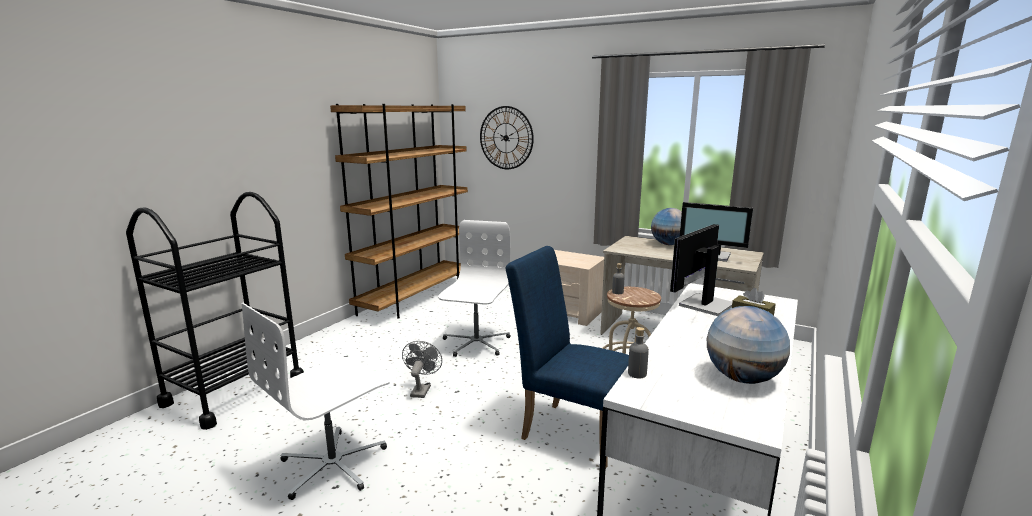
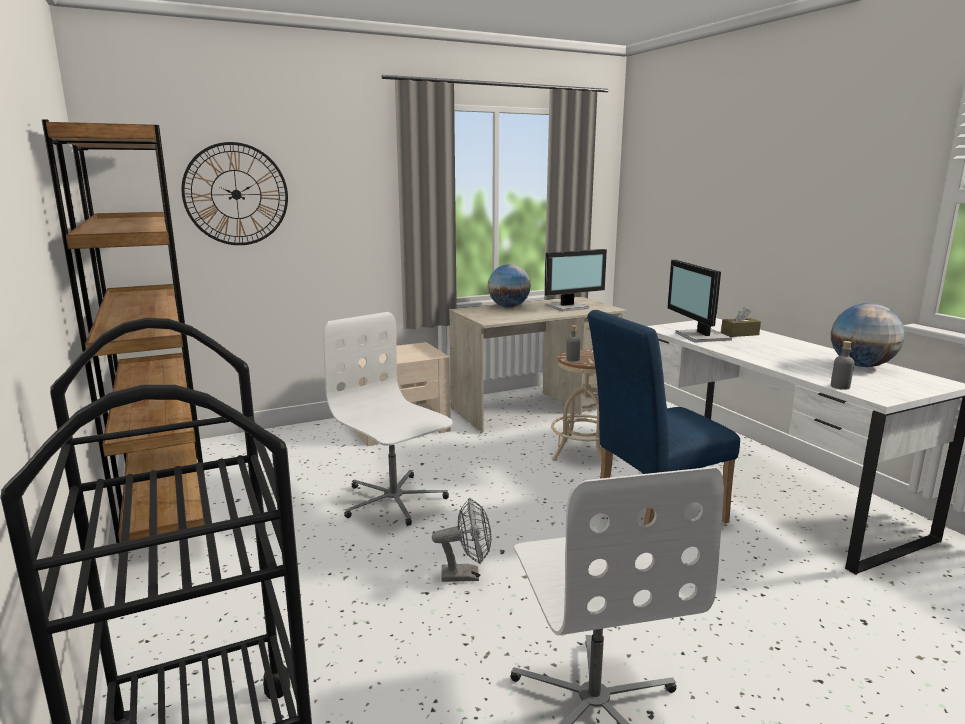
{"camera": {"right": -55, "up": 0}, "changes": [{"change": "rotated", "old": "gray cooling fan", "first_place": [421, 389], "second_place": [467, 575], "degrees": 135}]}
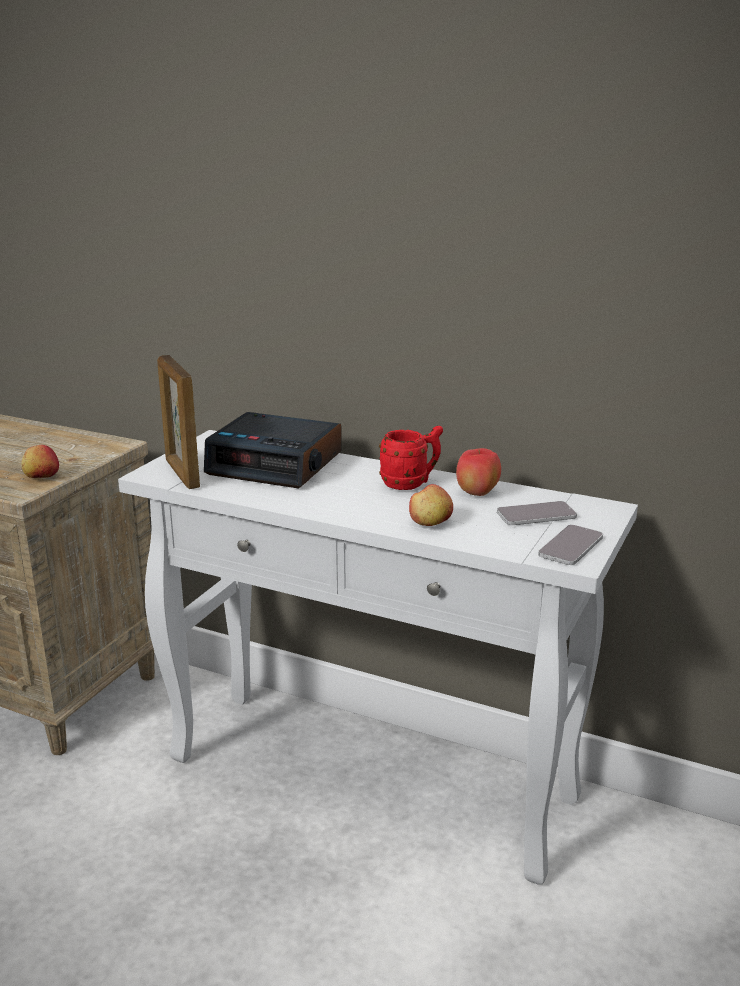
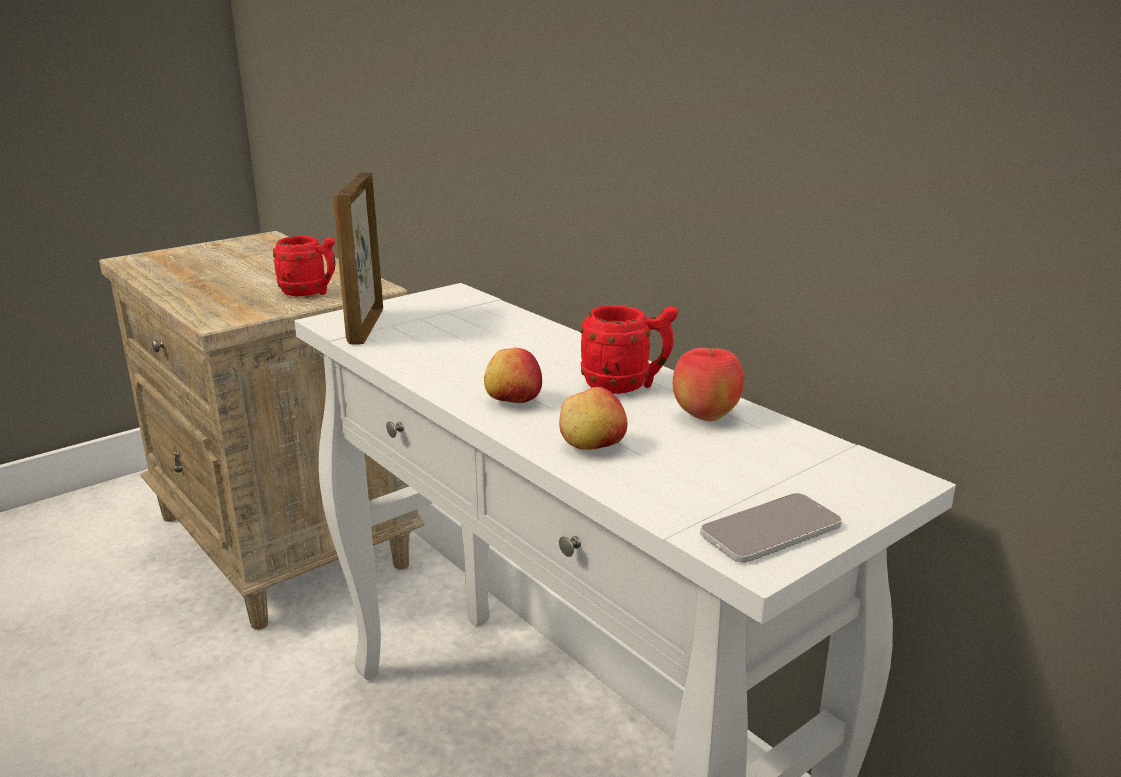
{"camera": {"right": 25, "up": 0}, "changes": [{"change": "gone", "old": "table clock", "first_place": [277, 463]}, {"change": "gone", "old": "phone", "first_place": [536, 515]}, {"change": "new", "new": "red-coloured mug", "second_place": [310, 293]}, {"change": "shifted", "old": "whole apple", "first_place": [41, 477], "second_place": [513, 400]}]}
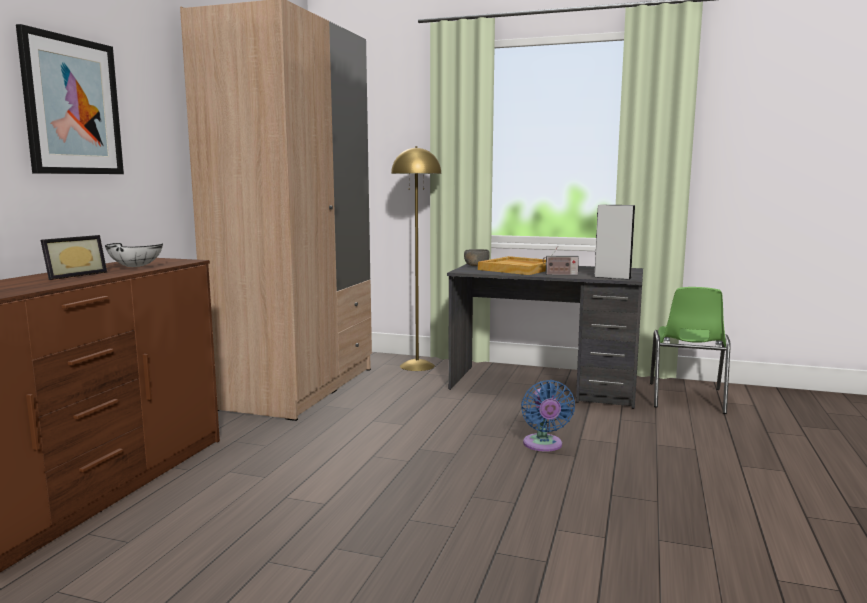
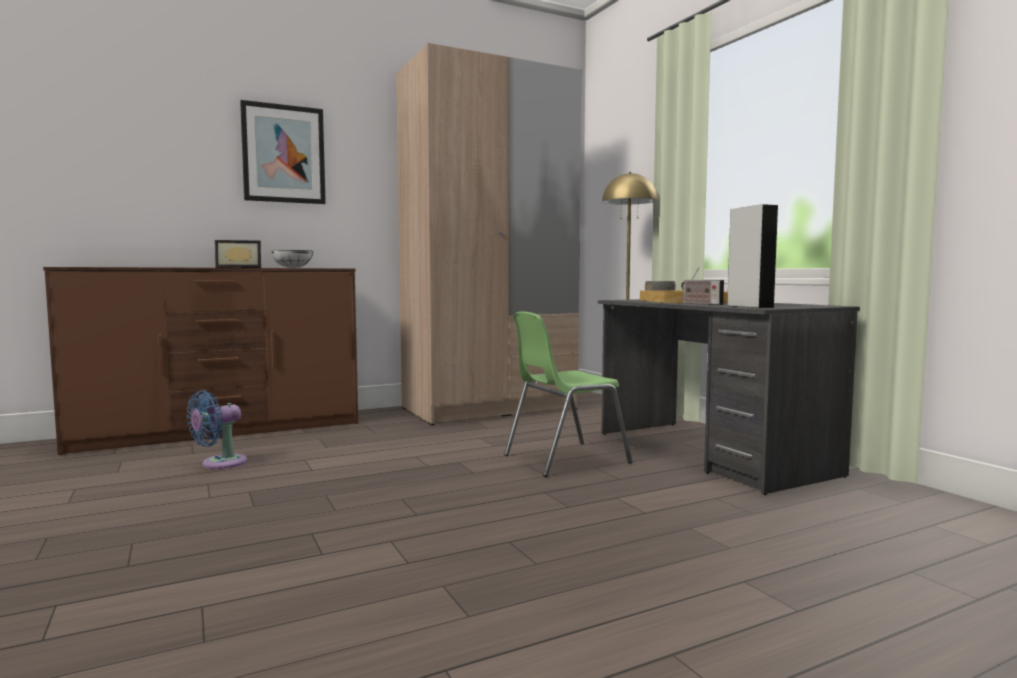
{"camera": {"right": 45, "up": -5}, "changes": [{"change": "shifted", "old": "bluish cooling fan", "first_place": [543, 445], "second_place": [219, 464]}, {"change": "shifted", "old": "green chair", "first_place": [686, 398], "second_place": [563, 459]}]}
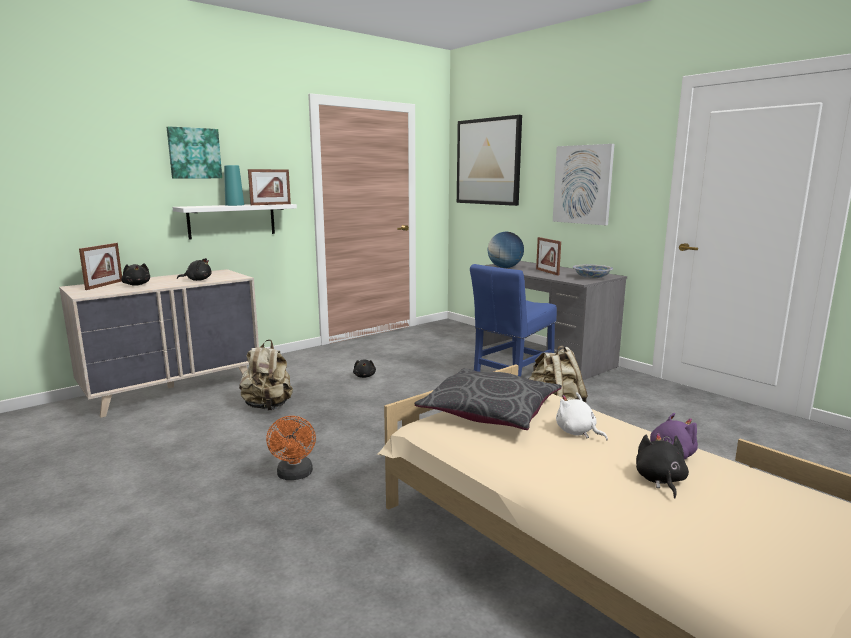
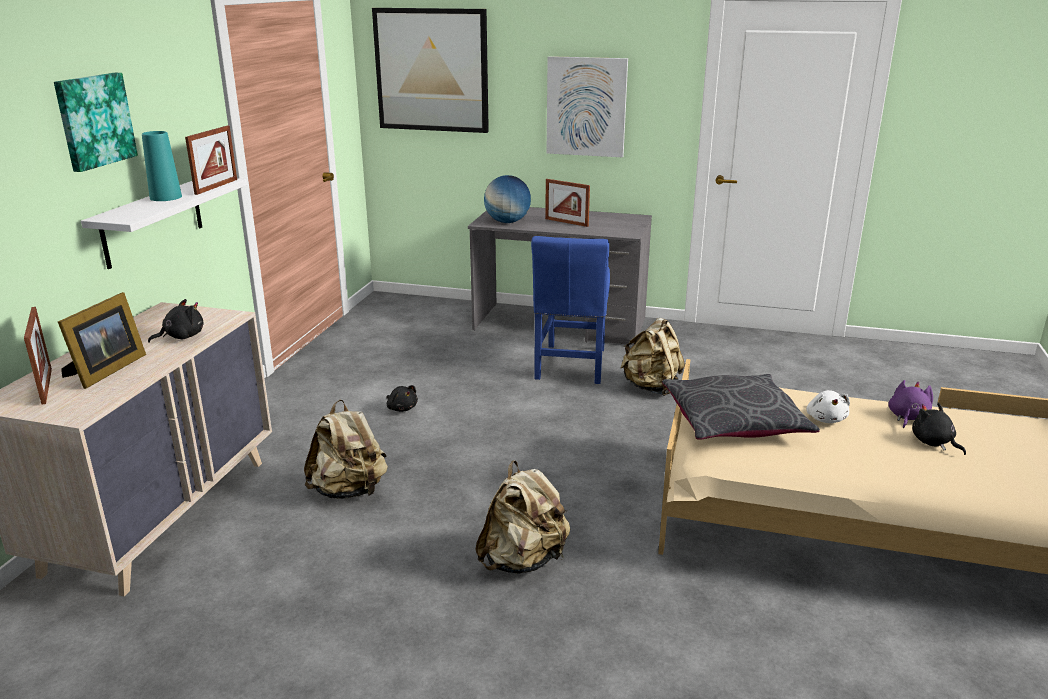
{"camera": {"right": -35, "up": 10}, "changes": [{"change": "gone", "old": "deep dish", "first_place": [591, 277]}, {"change": "swapped", "old": "black-coloured cuddly toy", "new": "picture frame", "first_place": [137, 285], "second_place": [105, 371]}, {"change": "swapped", "old": "orangey cooling fan", "new": "sand-coloured rucksack", "first_place": [295, 475], "second_place": [523, 560]}, {"change": "rotated", "old": "white-coloured cuddly toy", "first_place": [577, 432], "second_place": [826, 419], "degrees": -105}]}
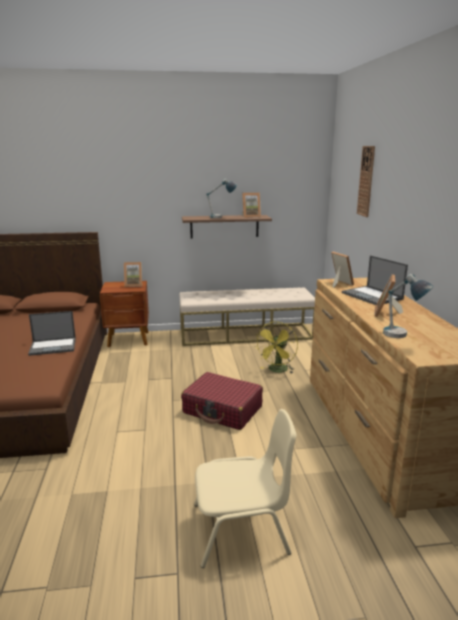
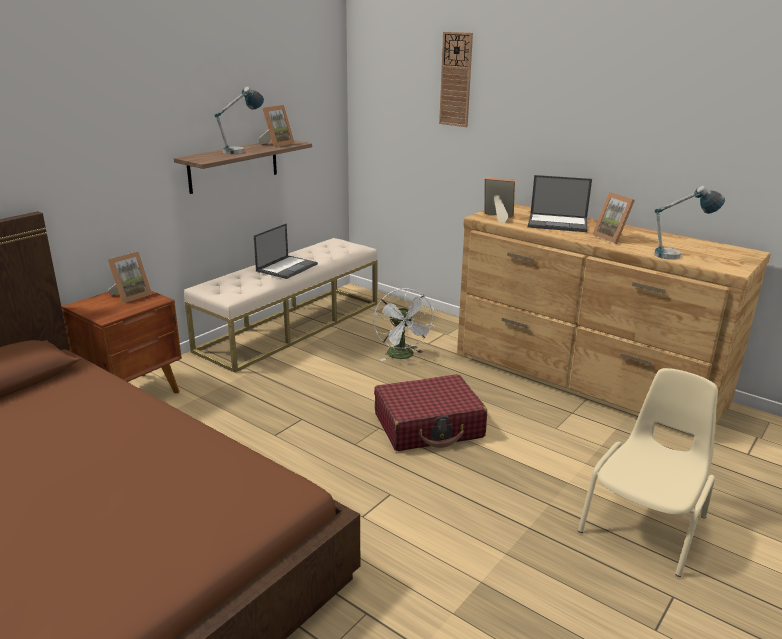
{"camera": {"right": -45, "up": 5}, "changes": [{"change": "shifted", "old": "notebook computer", "first_place": [53, 346], "second_place": [287, 267]}, {"change": "repainted", "old": "yellow cooling fan", "new": "white-coloured cooling fan", "first_place": [277, 370], "second_place": [403, 356]}]}
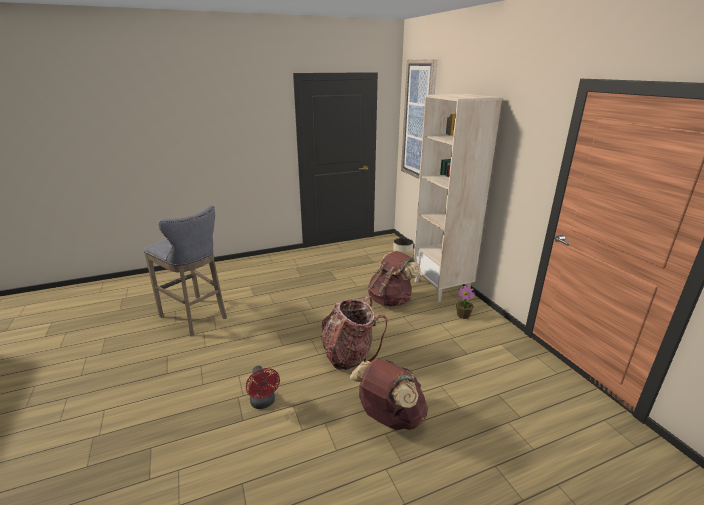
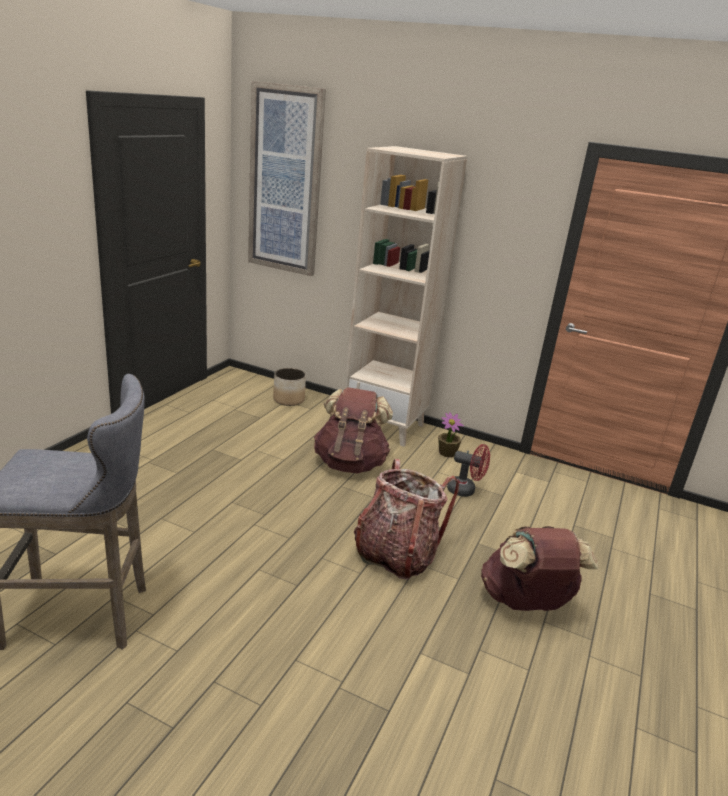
{"camera": {"right": -45, "up": 0}, "changes": [{"change": "shifted", "old": "red-coloured cooling fan", "first_place": [264, 403], "second_place": [465, 490]}]}
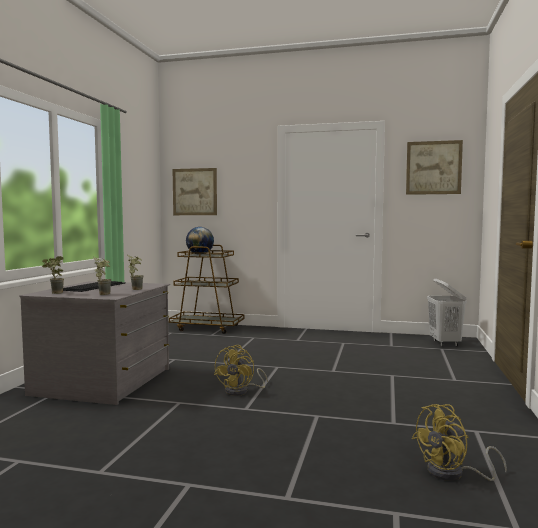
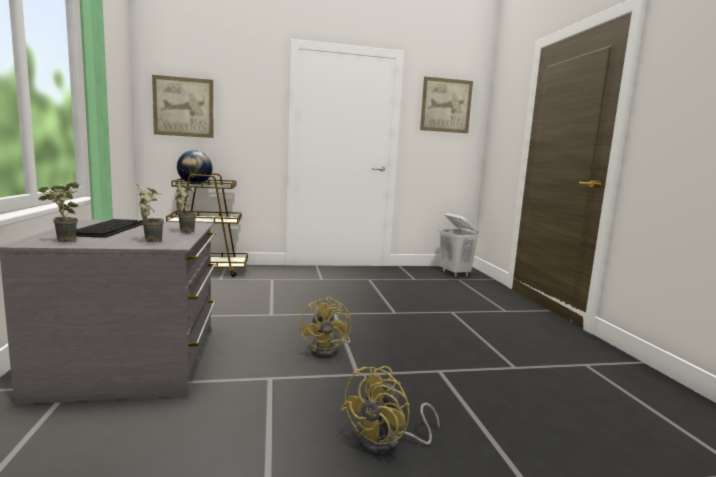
{"camera": {"right": -25, "up": 5}, "changes": [{"change": "shifted", "old": "yellow cooling fan", "first_place": [453, 474], "second_place": [387, 443]}]}
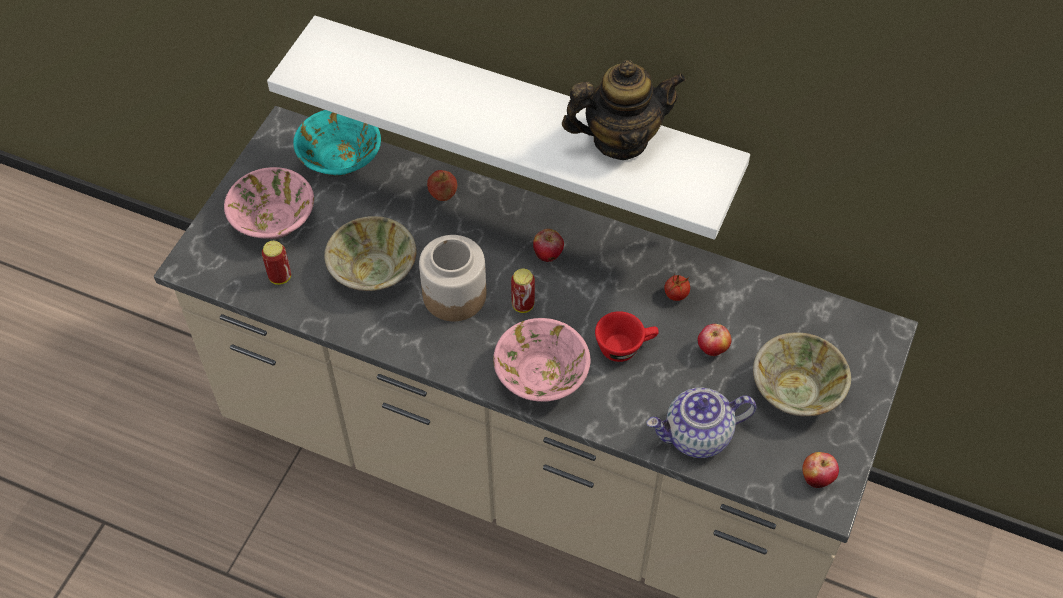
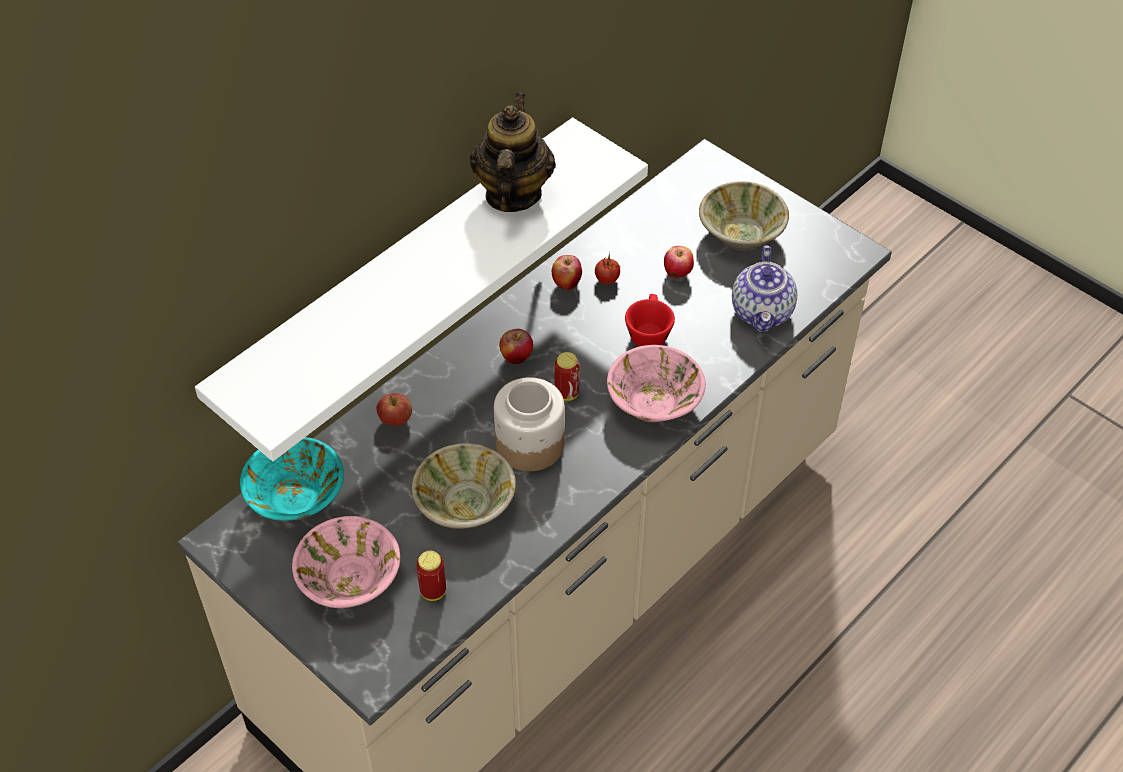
{"camera": {"right": -70, "up": -5}, "changes": [{"change": "shifted", "old": "whole apple", "first_place": [817, 478], "second_place": [566, 283]}]}
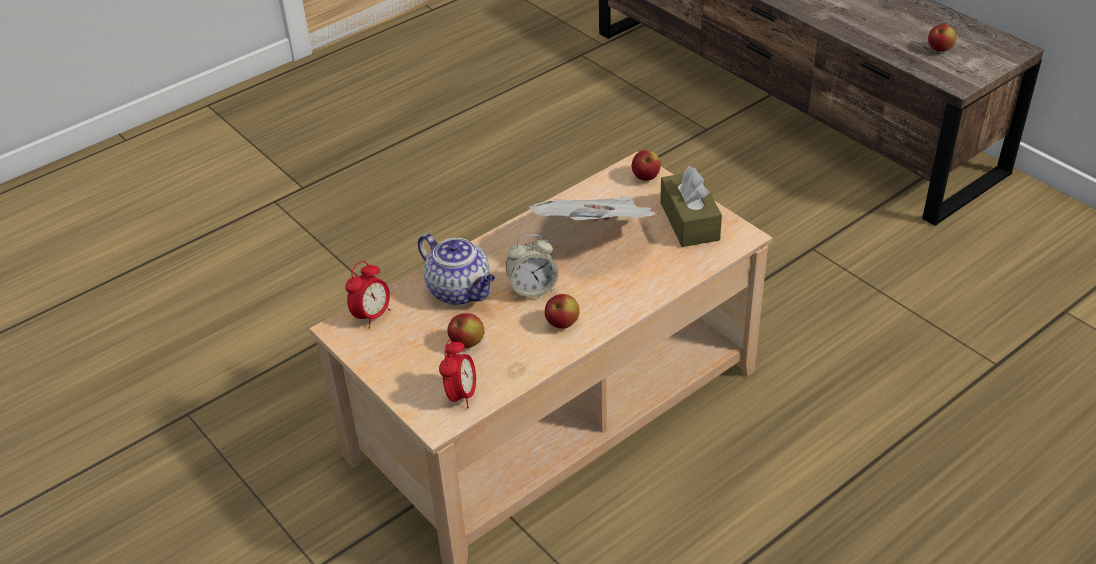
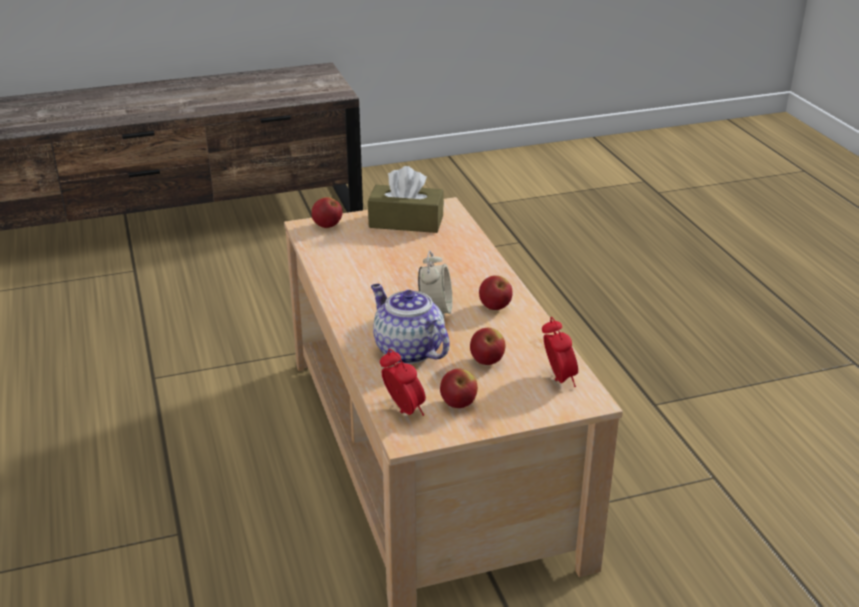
{"camera": {"right": -70, "up": -10}, "changes": [{"change": "gone", "old": "printed paper", "first_place": [596, 235]}, {"change": "shifted", "old": "whole apple", "first_place": [939, 50], "second_place": [458, 404]}, {"change": "rotated", "old": "tea pot", "first_place": [460, 291], "second_place": [407, 350], "degrees": -105}, {"change": "rotated", "old": "table clock", "first_place": [461, 395], "second_place": [558, 379], "degrees": 45}]}
